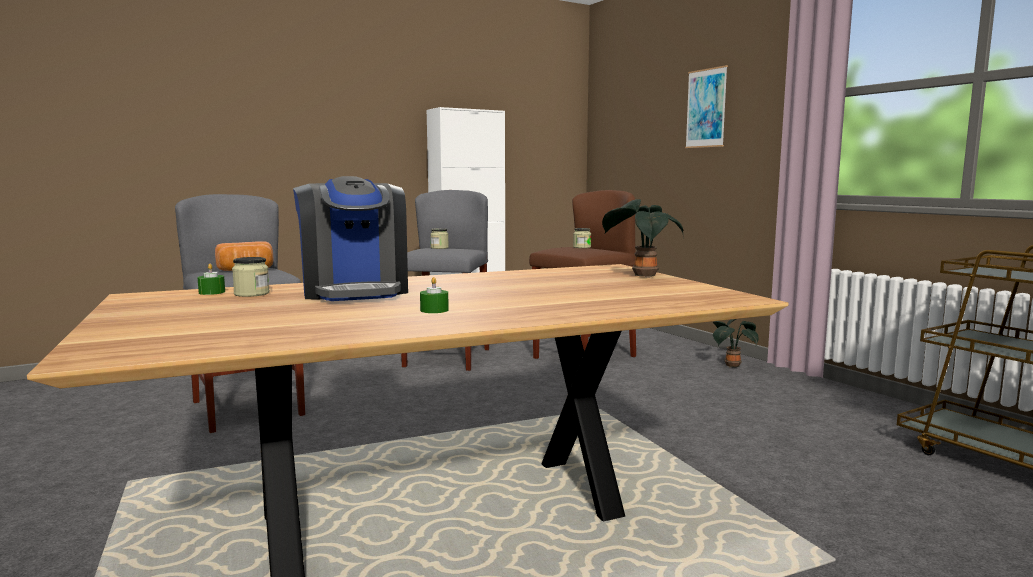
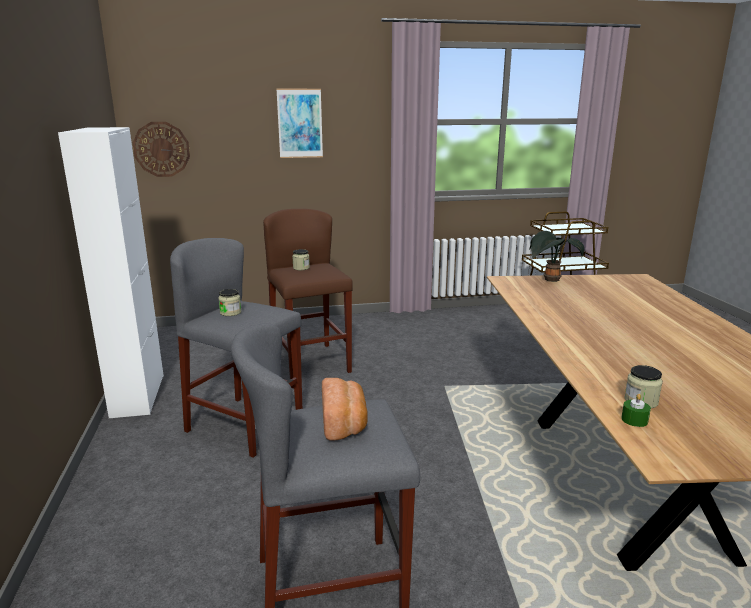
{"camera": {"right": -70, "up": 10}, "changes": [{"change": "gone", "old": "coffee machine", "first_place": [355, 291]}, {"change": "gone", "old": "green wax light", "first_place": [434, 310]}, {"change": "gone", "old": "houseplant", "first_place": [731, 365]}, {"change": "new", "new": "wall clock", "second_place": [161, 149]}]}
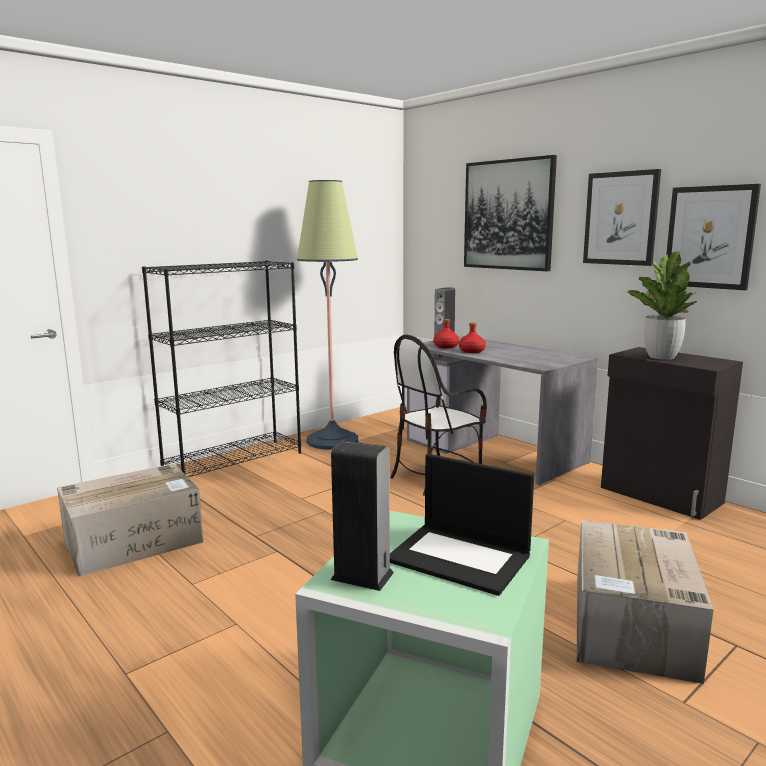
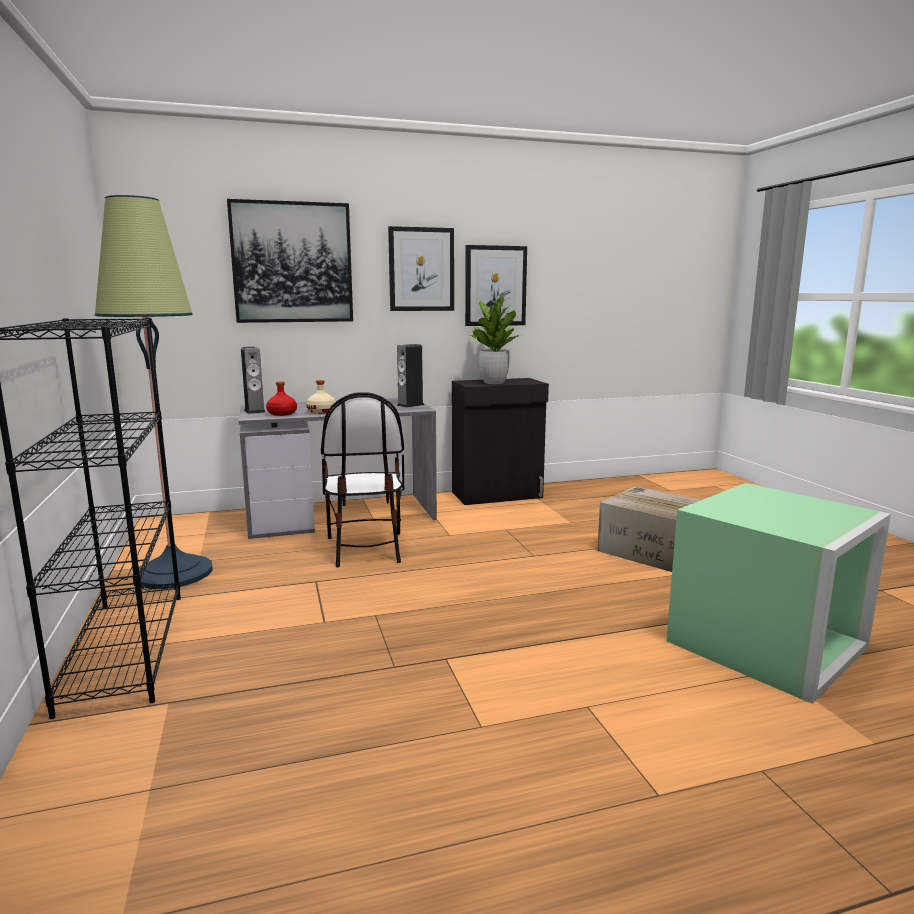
{"camera": {"right": -65, "up": 0}, "changes": [{"change": "gone", "old": "carton", "first_place": [135, 540]}, {"change": "gone", "old": "notebook computer", "first_place": [461, 558]}, {"change": "shifted", "old": "speaker", "first_place": [362, 576], "second_place": [410, 405]}, {"change": "repainted", "old": "red-coloured drink bottle", "new": "sand-coloured drink bottle", "first_place": [472, 351], "second_place": [322, 411]}]}
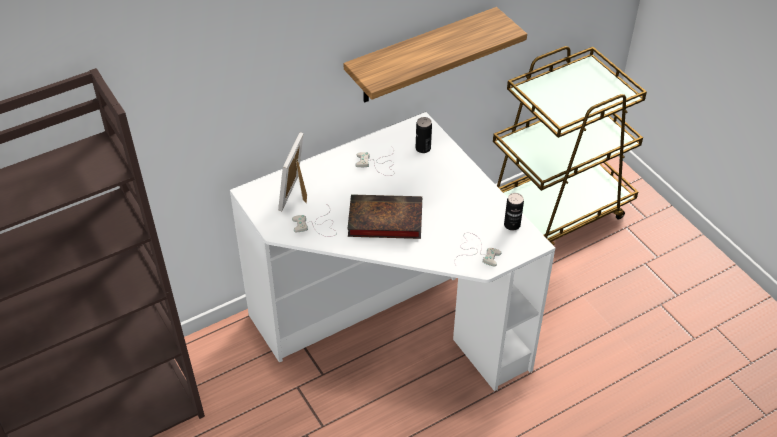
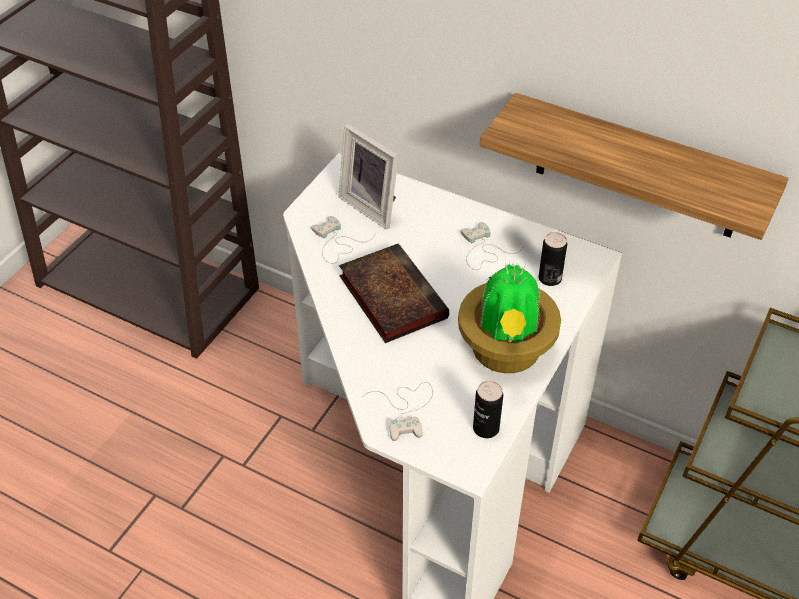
{"camera": {"right": 60, "up": 0}, "changes": [{"change": "new", "new": "houseplant", "second_place": [506, 352]}, {"change": "rotated", "old": "picture frame", "first_place": [297, 195], "second_place": [373, 206], "degrees": -120}]}
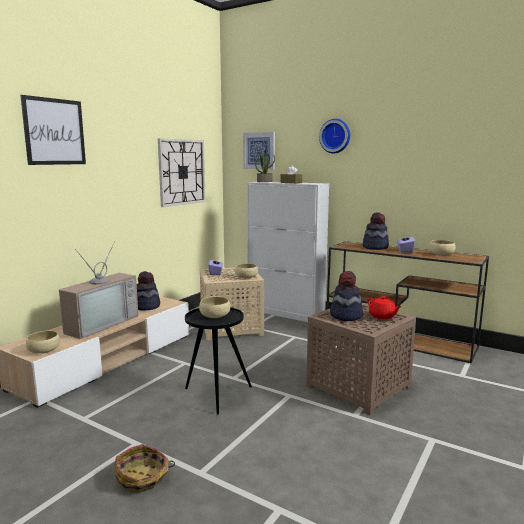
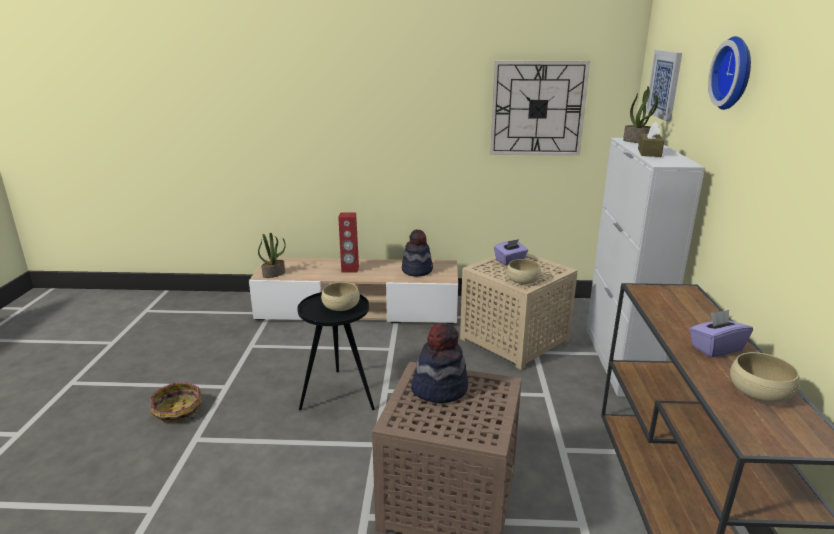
{"camera": {"right": 60, "up": 10}, "changes": [{"change": "gone", "old": "picture", "first_place": [54, 131]}, {"change": "gone", "old": "clothing hat", "first_place": [375, 247]}, {"change": "gone", "old": "red-coloured tea pot", "first_place": [382, 316]}, {"change": "swapped", "old": "sand-coloured deep dish", "new": "houseplant", "first_place": [44, 350], "second_place": [274, 274]}, {"change": "swapped", "old": "TV set", "new": "red-coloured speaker", "first_place": [99, 323], "second_place": [350, 269]}]}
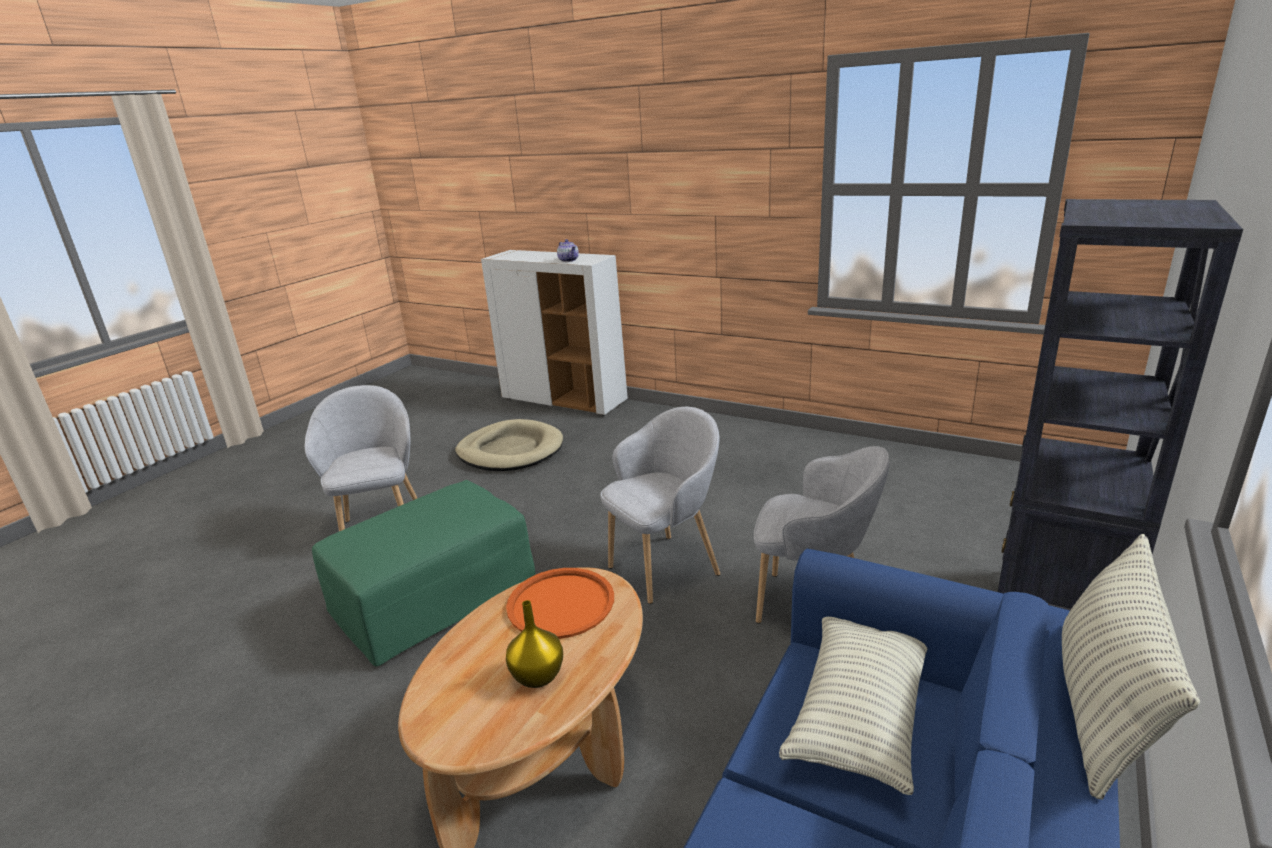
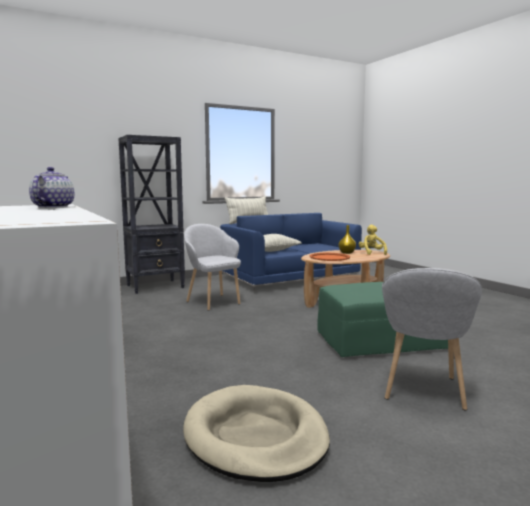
{"camera": {"right": -150, "up": -15}, "changes": [{"change": "gone", "old": "gray armchair", "first_place": [666, 567]}, {"change": "new", "new": "yellow cuddly toy", "second_place": [371, 253]}]}
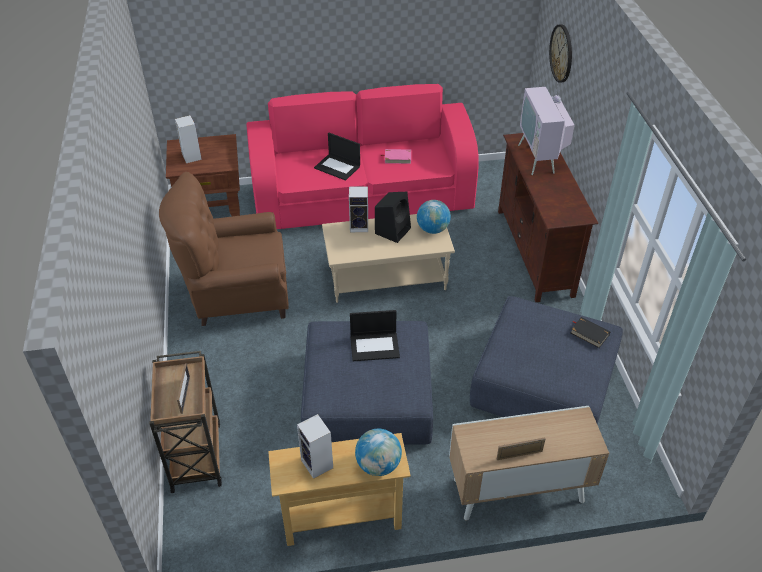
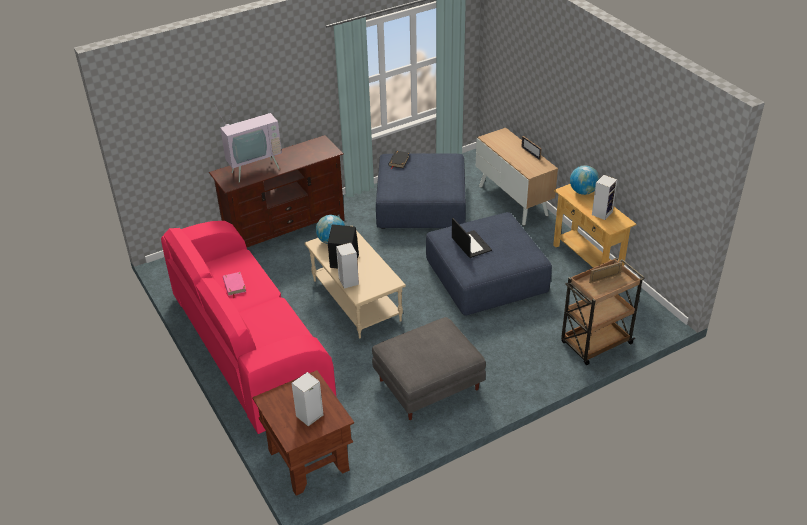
{"camera": {"right": -110, "up": -5}, "changes": [{"change": "gone", "old": "notebook computer", "first_place": [338, 167]}, {"change": "gone", "old": "wall clock", "first_place": [561, 53]}, {"change": "swapped", "old": "brown armchair", "new": "gray footrest", "first_place": [237, 296], "second_place": [428, 385]}]}
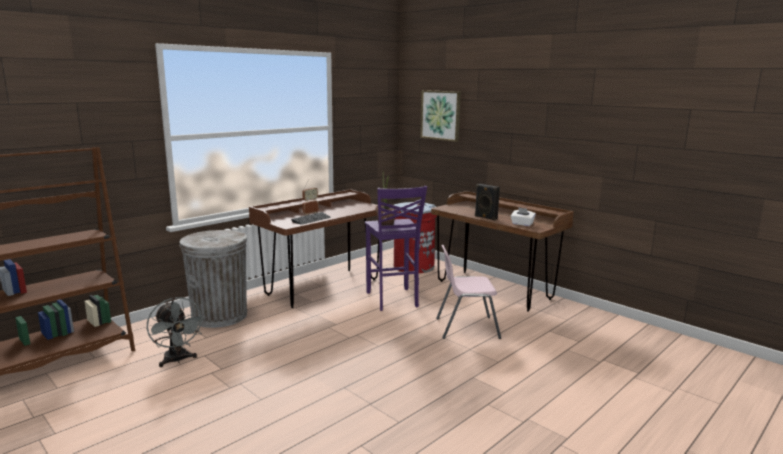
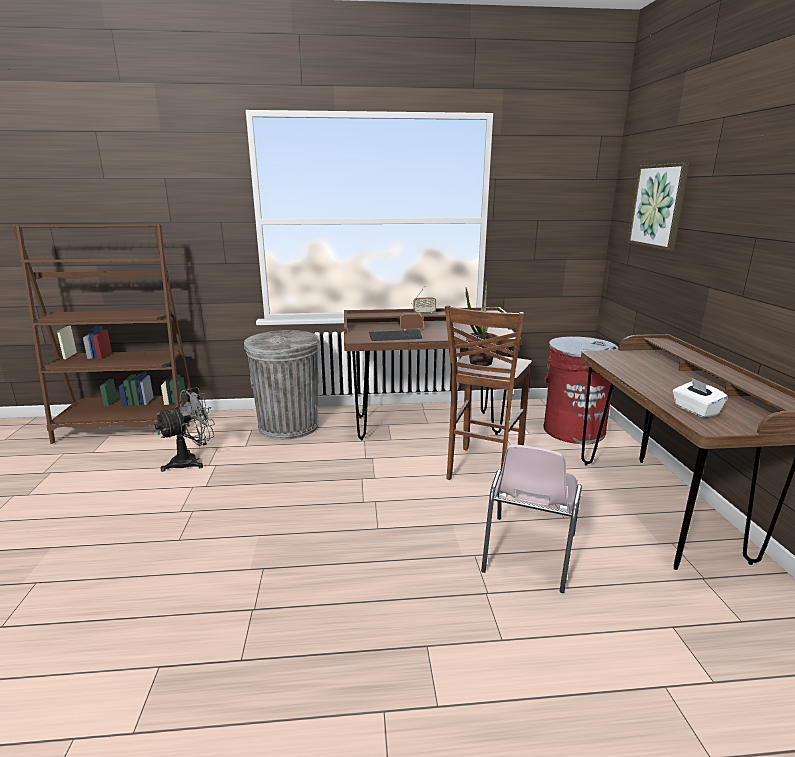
{"camera": {"right": 40, "up": 5}, "changes": [{"change": "gone", "old": "black-coloured speaker", "first_place": [485, 217]}, {"change": "repainted", "old": "purple-coloured sitting stool", "new": "brown sitting stool", "first_place": [393, 300], "second_place": [482, 470]}, {"change": "rotated", "old": "gray cooling fan", "first_place": [177, 360], "second_place": [191, 461], "degrees": -135}, {"change": "rotated", "old": "pink chair", "first_place": [466, 328], "second_place": [527, 553], "degrees": -105}]}
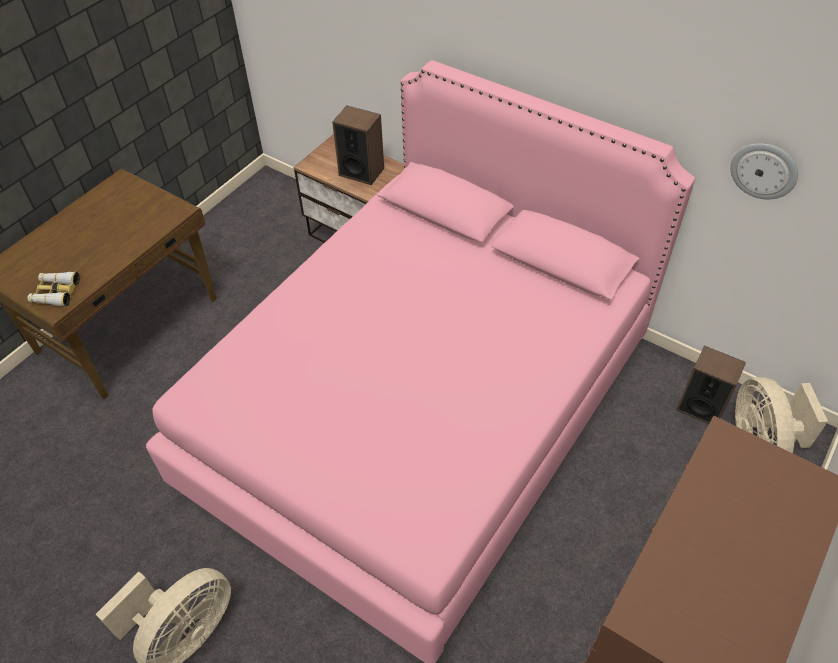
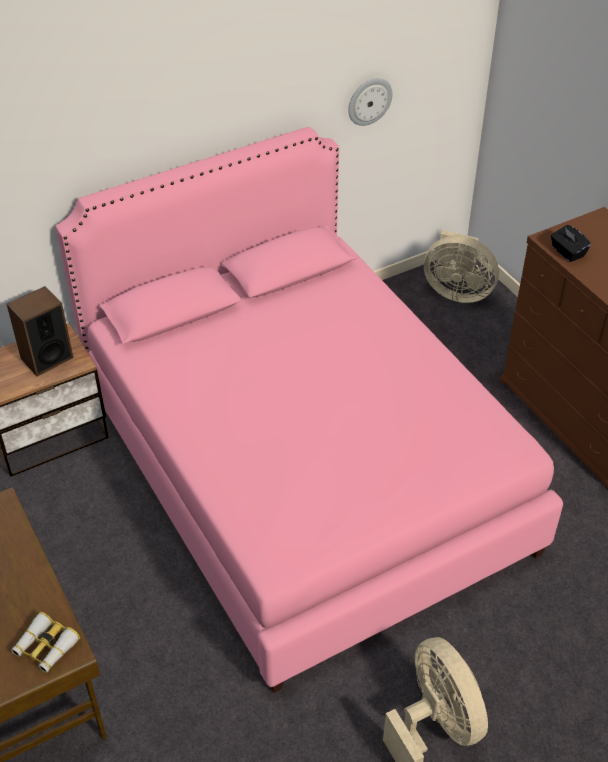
{"camera": {"right": -65, "up": -5}, "changes": [{"change": "gone", "old": "speaker", "first_place": [700, 407]}, {"change": "new", "new": "black-coloured tissue holder", "second_place": [567, 252]}]}
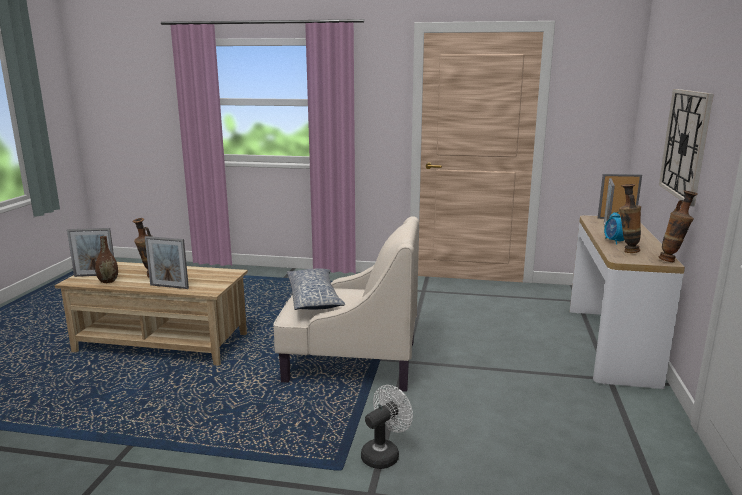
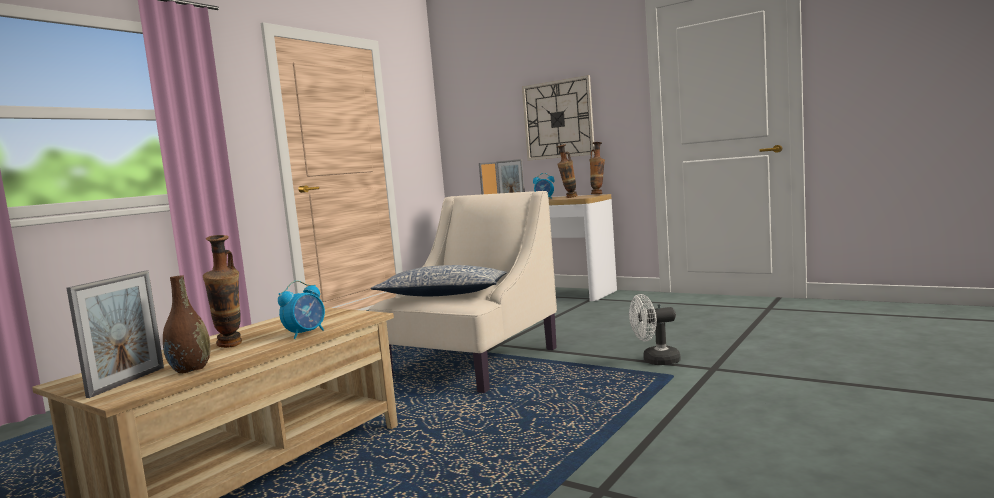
{"camera": {"right": -65, "up": -10}, "changes": [{"change": "swapped", "old": "picture frame", "new": "table clock", "first_place": [169, 286], "second_place": [306, 334]}, {"change": "rotated", "old": "white-coloured cooling fan", "first_place": [384, 454], "second_place": [655, 361], "degrees": -75}]}
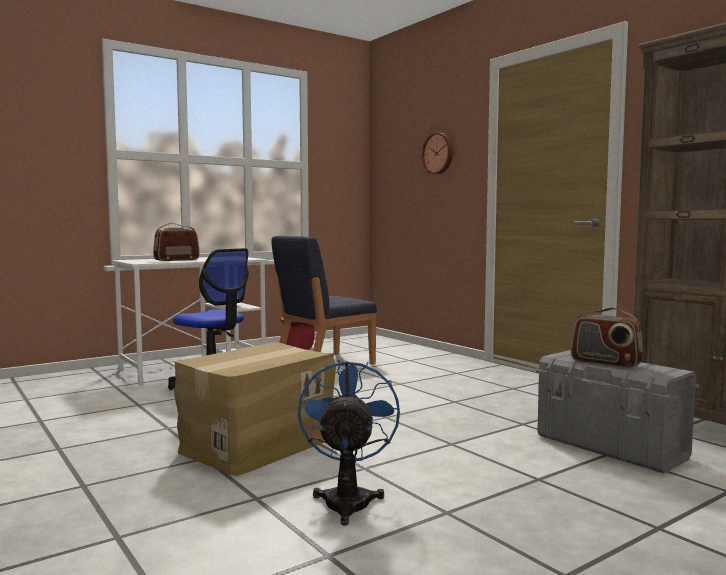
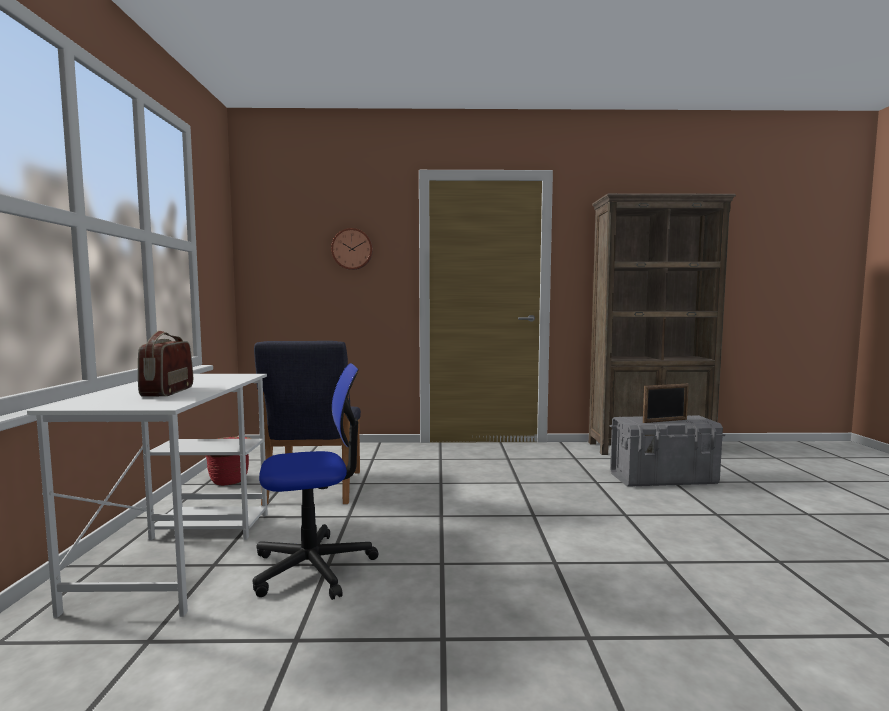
{"camera": {"right": -55, "up": 0}, "changes": [{"change": "gone", "old": "carton", "first_place": [257, 444]}, {"change": "gone", "old": "bluish cooling fan", "first_place": [348, 499]}, {"change": "swapped", "old": "radio", "new": "picture frame", "first_place": [605, 363], "second_place": [665, 421]}]}
